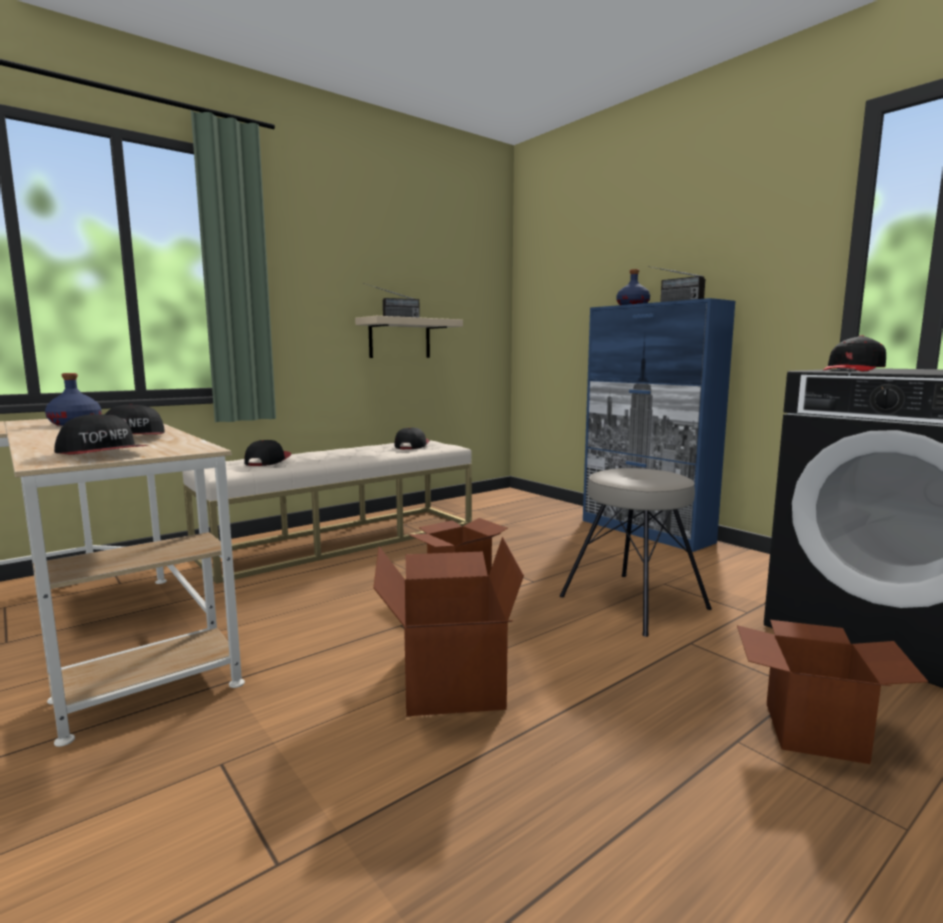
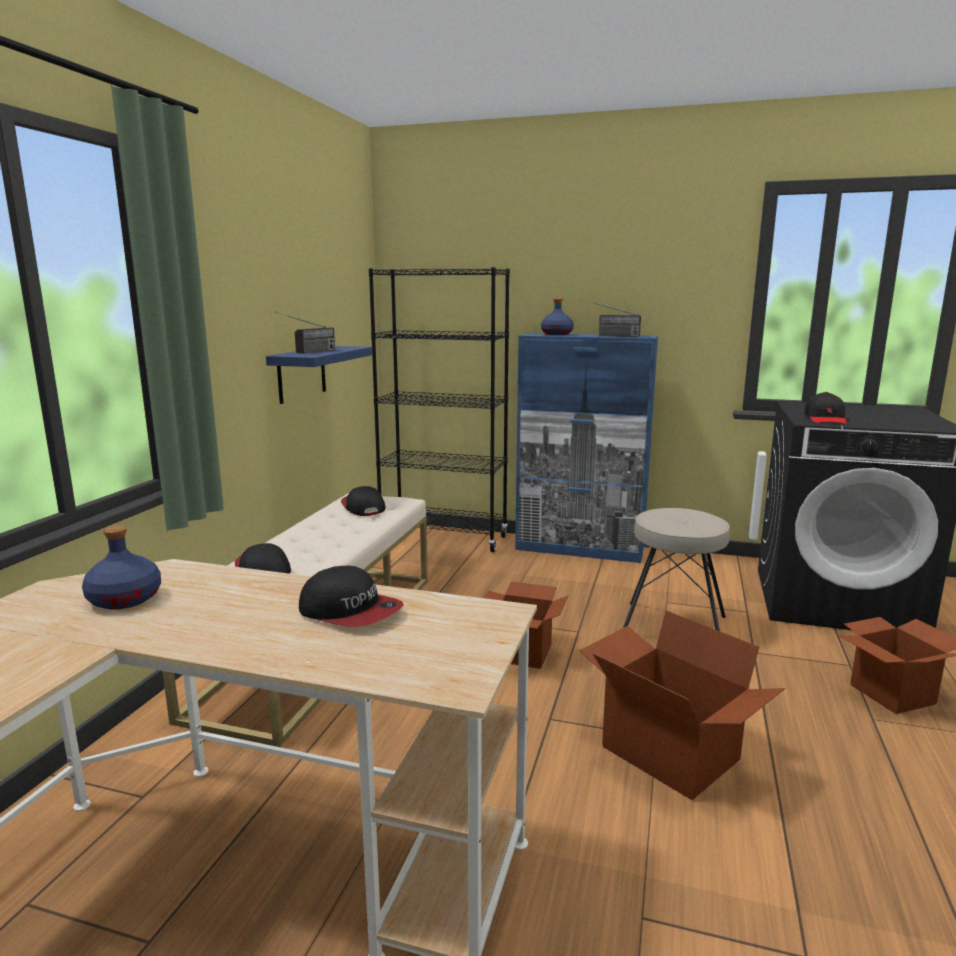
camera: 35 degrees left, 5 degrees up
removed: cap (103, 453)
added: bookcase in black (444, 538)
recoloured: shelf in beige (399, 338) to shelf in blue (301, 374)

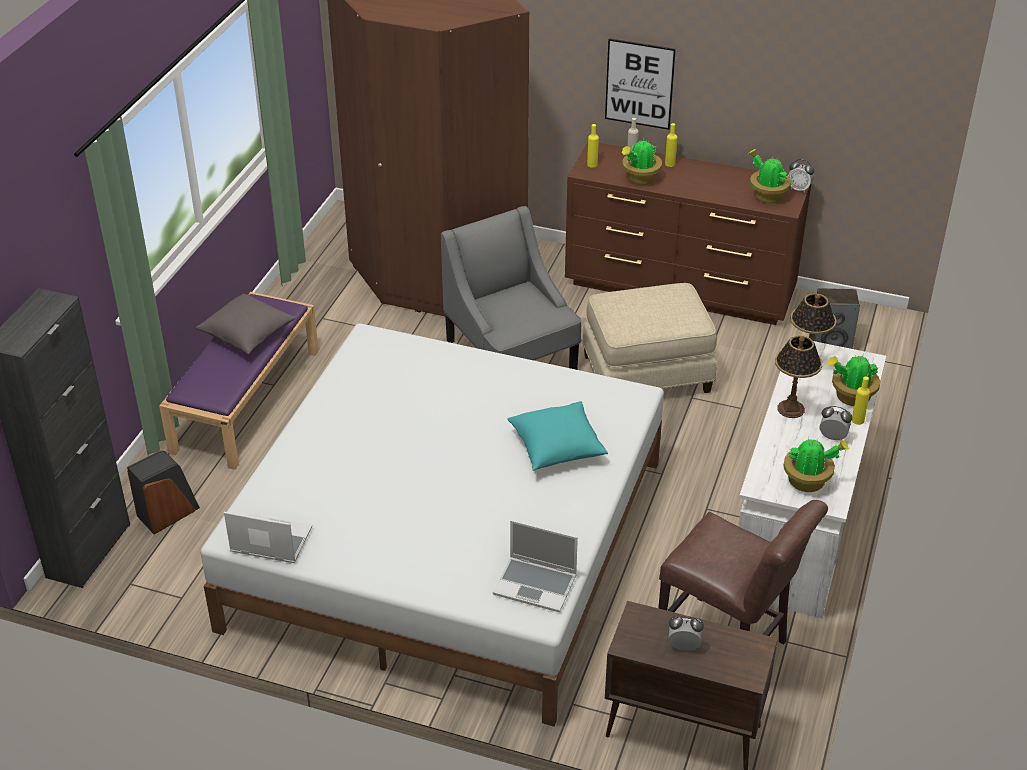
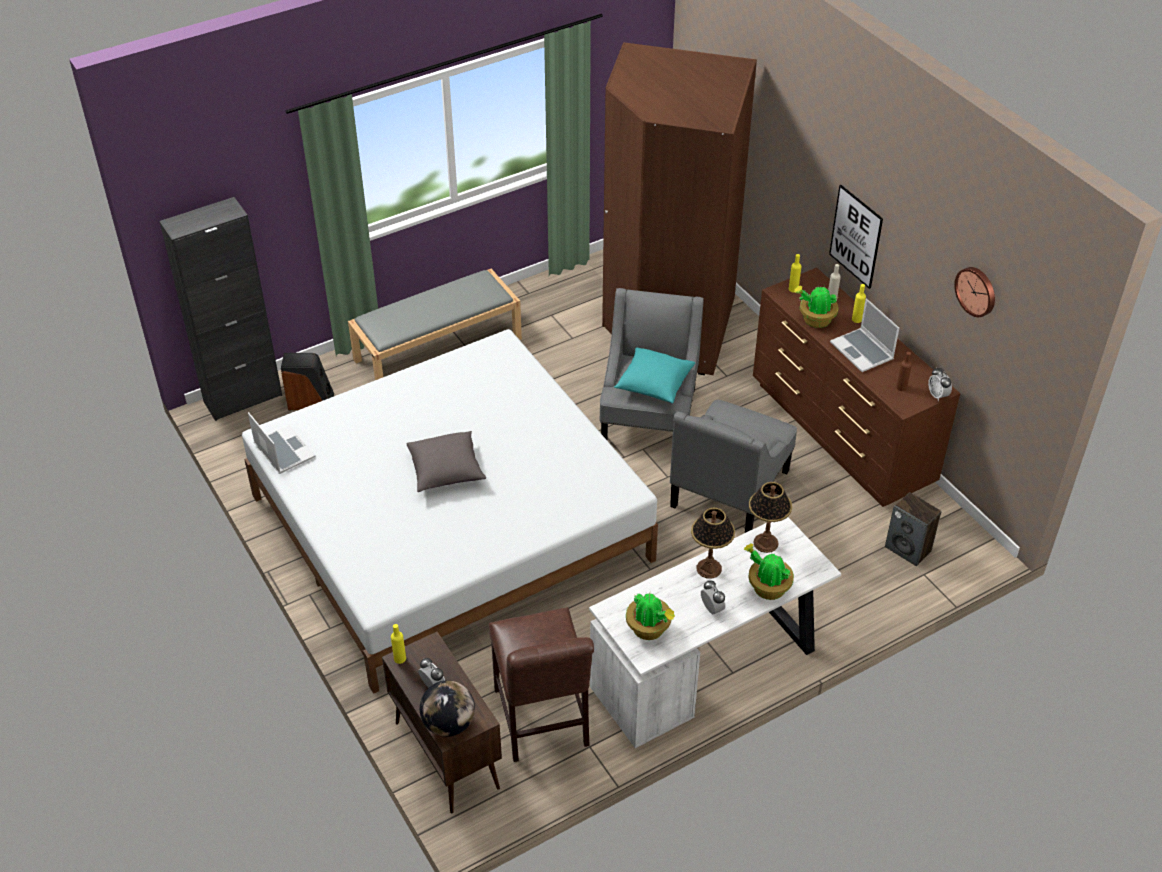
camera: 40 degrees right, 5 degrees up
added: globe (449, 724); wall clock (976, 291)
moved: pillow in grey (248, 335) to (446, 471); laptop (536, 585) to (863, 351); pillow in turquoise (556, 448) to (653, 384); bottle in yellow (857, 420) to (400, 658)
replaced: ottoman in beige (647, 375) to armchair in grey (730, 488); potted plant (767, 196) to bottle in brown (901, 387)
recoloured: bench in purple (246, 399) to bench in grey (438, 348)

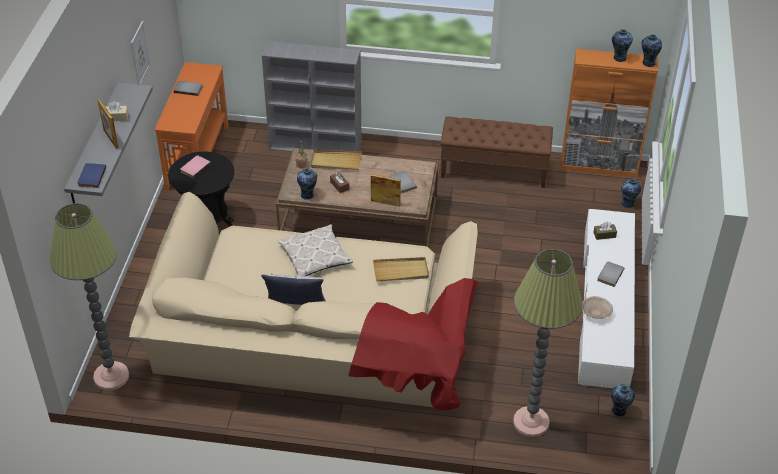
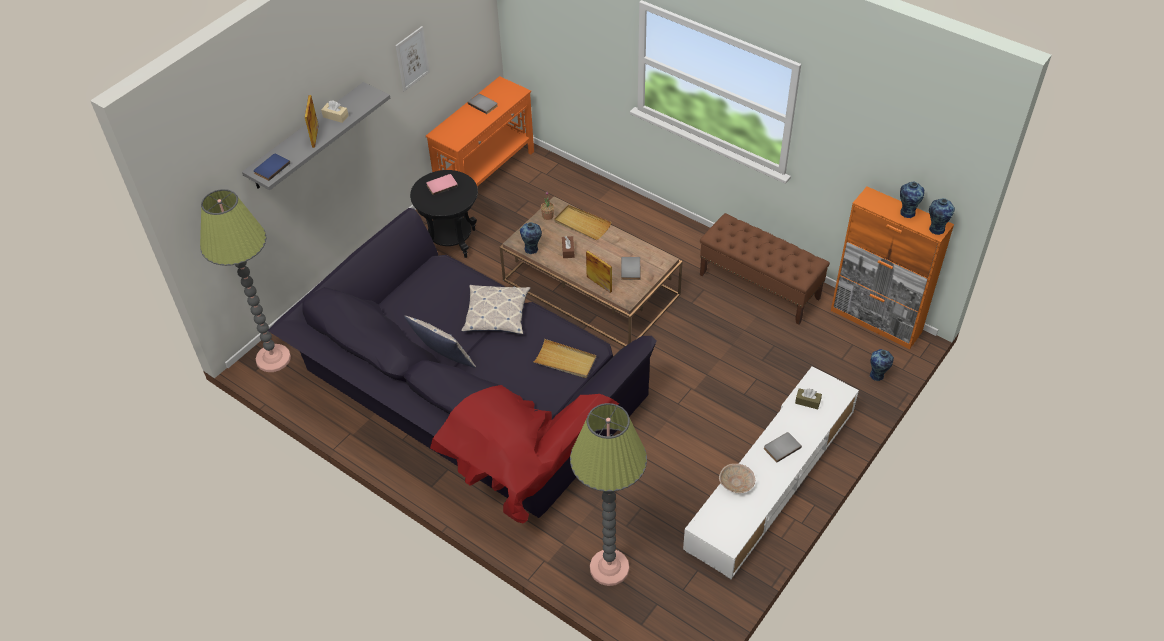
camera: 30 degrees right, 5 degrees up
removed: bookcase in grey (316, 146); vase (619, 411)
recoloured: sofa in beige (314, 337) to sofa in black (467, 393)

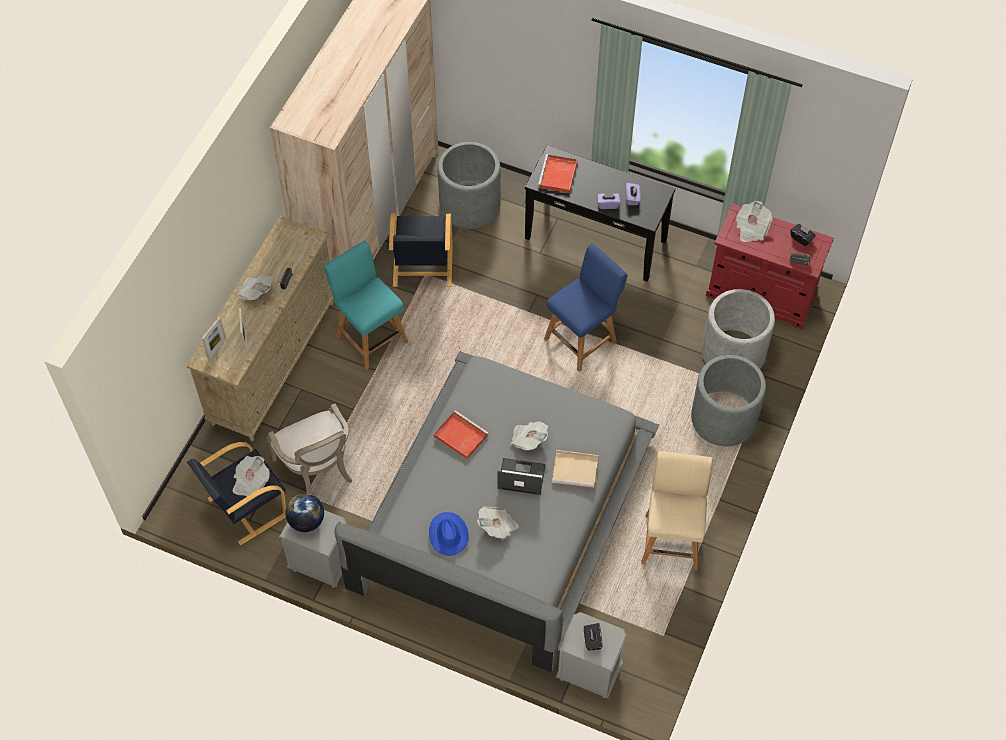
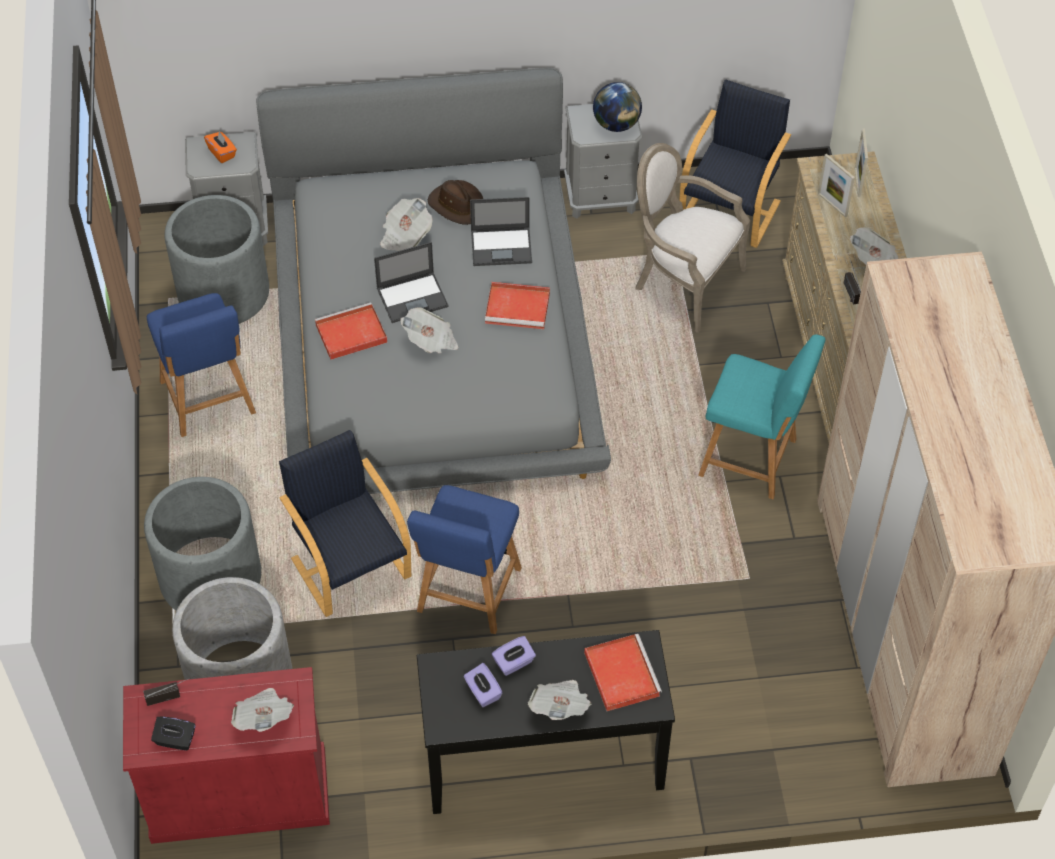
camera: 150 degrees right, 5 degrees down
added: laptop (502, 246)
moved: newspaper (250, 482) to (560, 707); armchair in black (422, 267) to (350, 566); planter in grey (469, 205) to (224, 293)
recoloured: hat in blue (448, 534) to hat in brown (457, 205); tray in beige (576, 470) to tray in red (350, 334); tissue box in black (592, 640) to tissue box in orange (222, 153); chair in beige (671, 538) to chair in blue (209, 401)

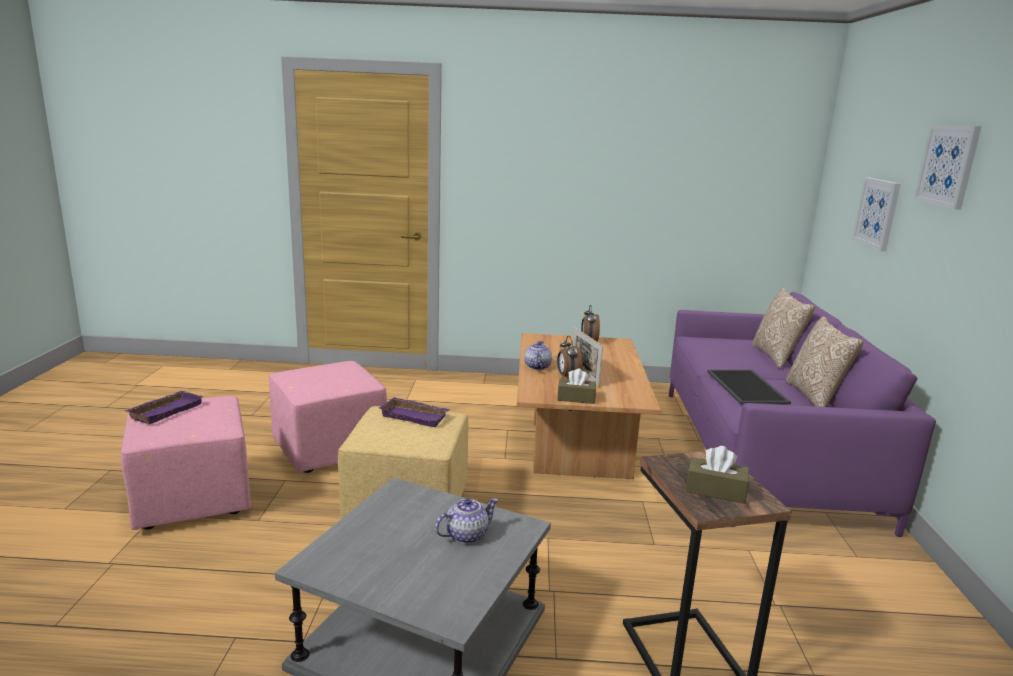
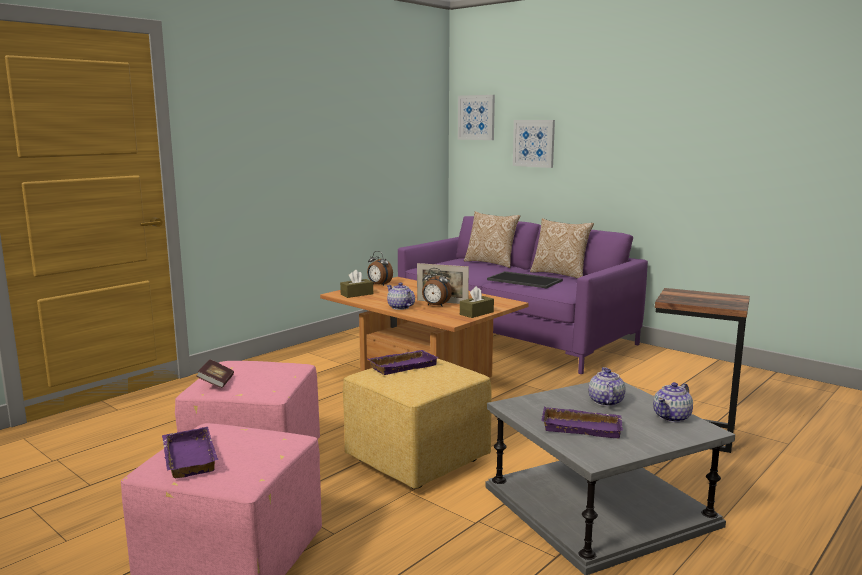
camera: 50 degrees left, 5 degrees down
added: book (216, 383); tray in purple (582, 427); teapot (672, 417)
moved: tissue box in brown (715, 490) to (357, 294); picture (948, 165) to (476, 117)

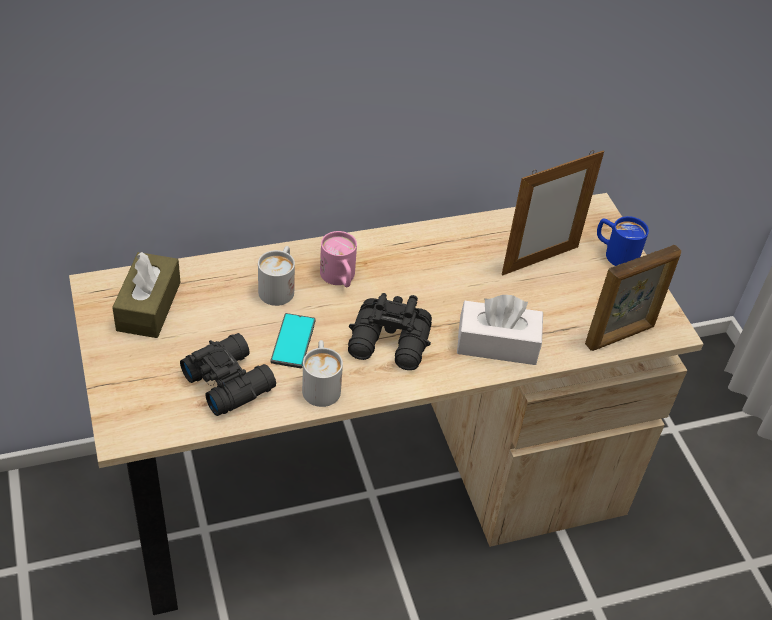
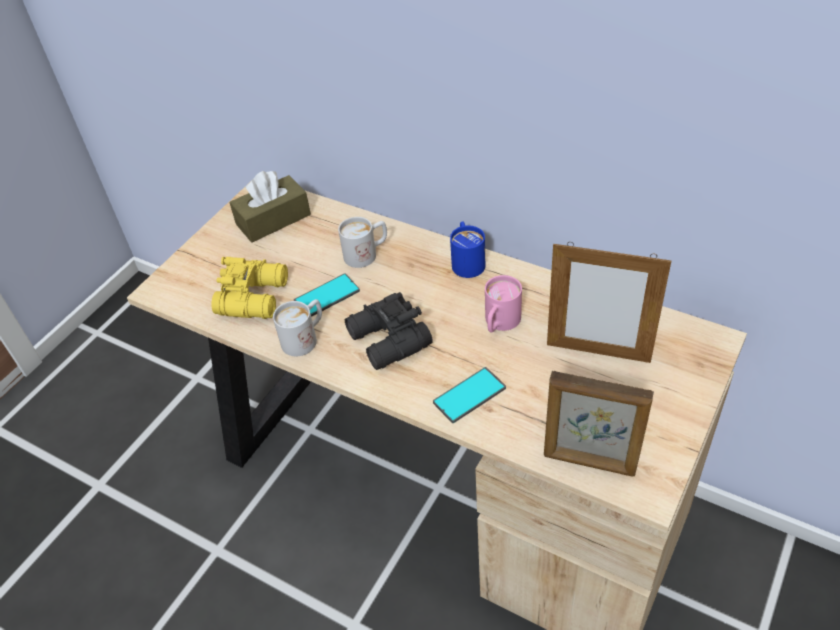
camera: 55 degrees right, 0 degrees up
moved: mug in pink (340, 278) to (499, 323); mug in blue (615, 253) to (467, 261)
replaced: tissue box in white (497, 344) to phone (469, 395)
recoloured: binoculars in black (229, 380) to binoculars in yellow (255, 296)

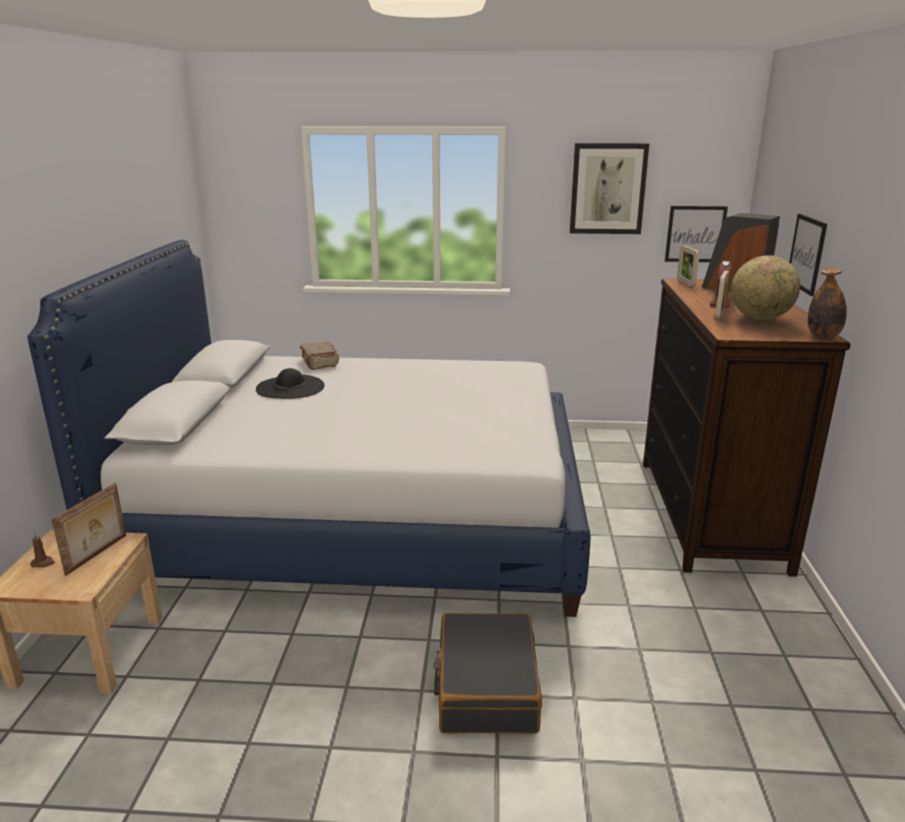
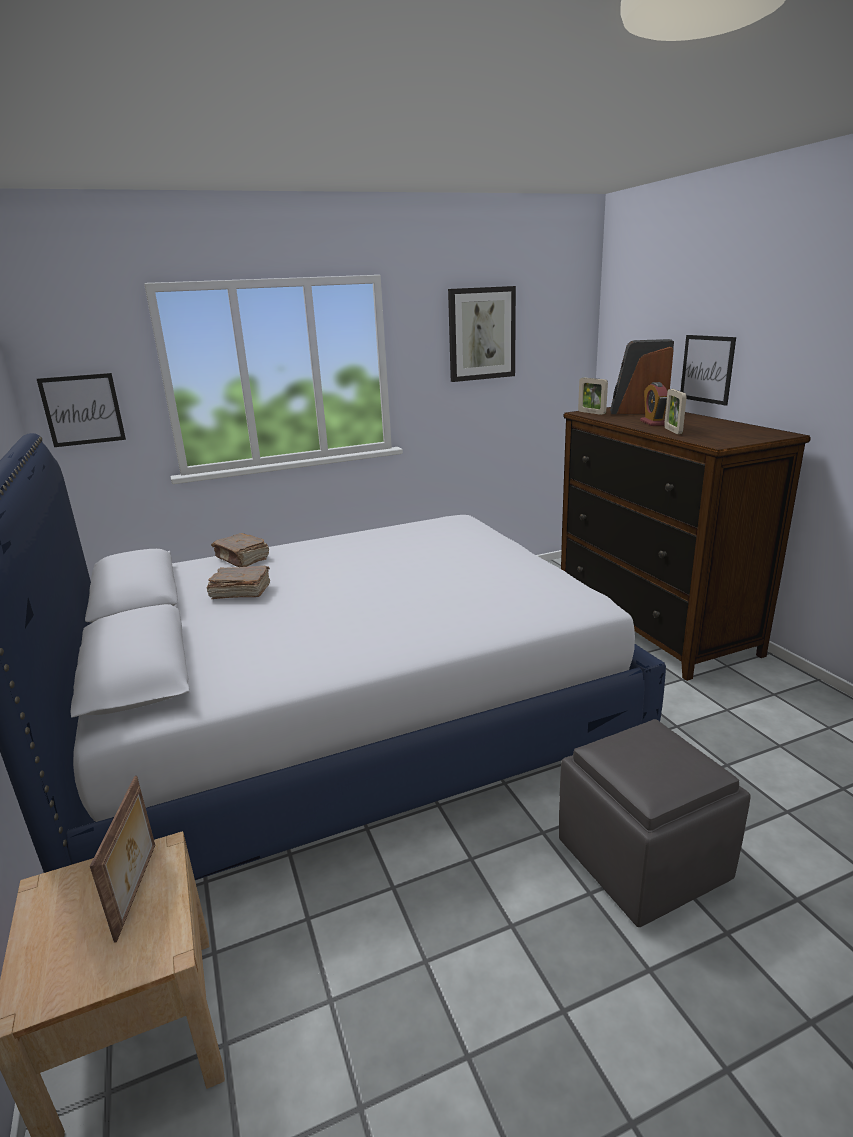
camera: 25 degrees left, 0 degrees up
removed: candle in brown (43, 563); globe (760, 318); bottle (823, 336)
moved: picture (695, 234) to (82, 410)
replaced: hat in black (290, 387) to book in brown (240, 592); suitcase in black (486, 687) to ottoman in grey (644, 860)

